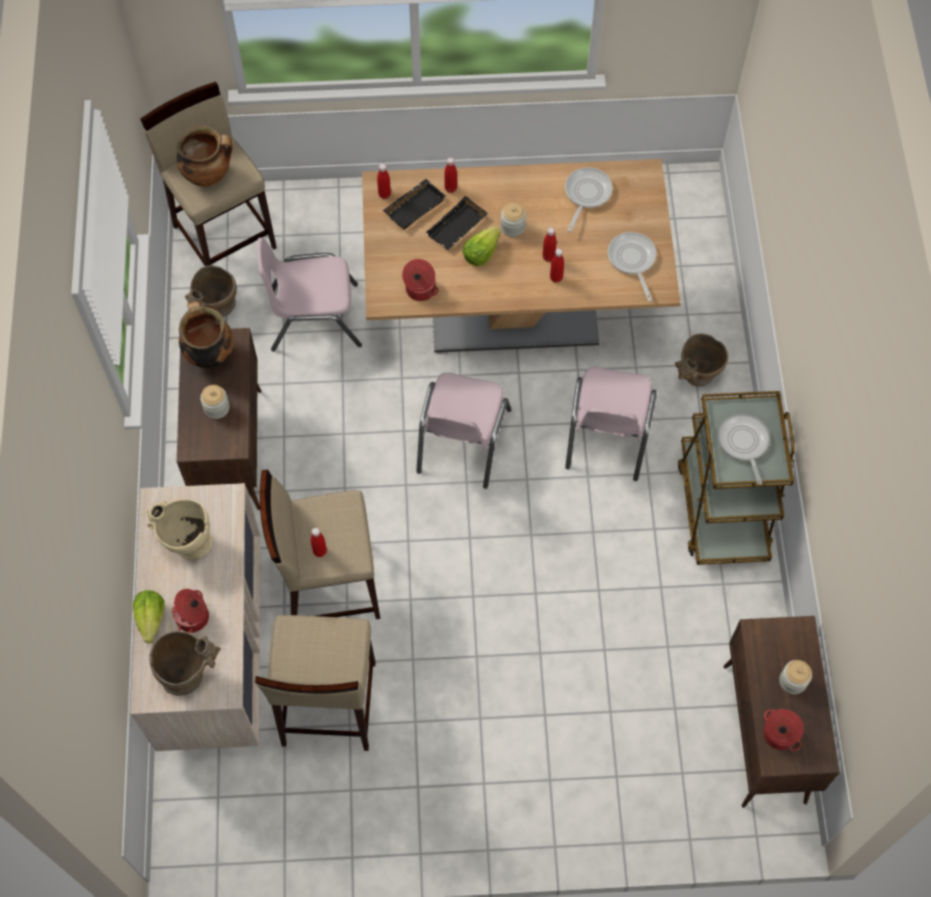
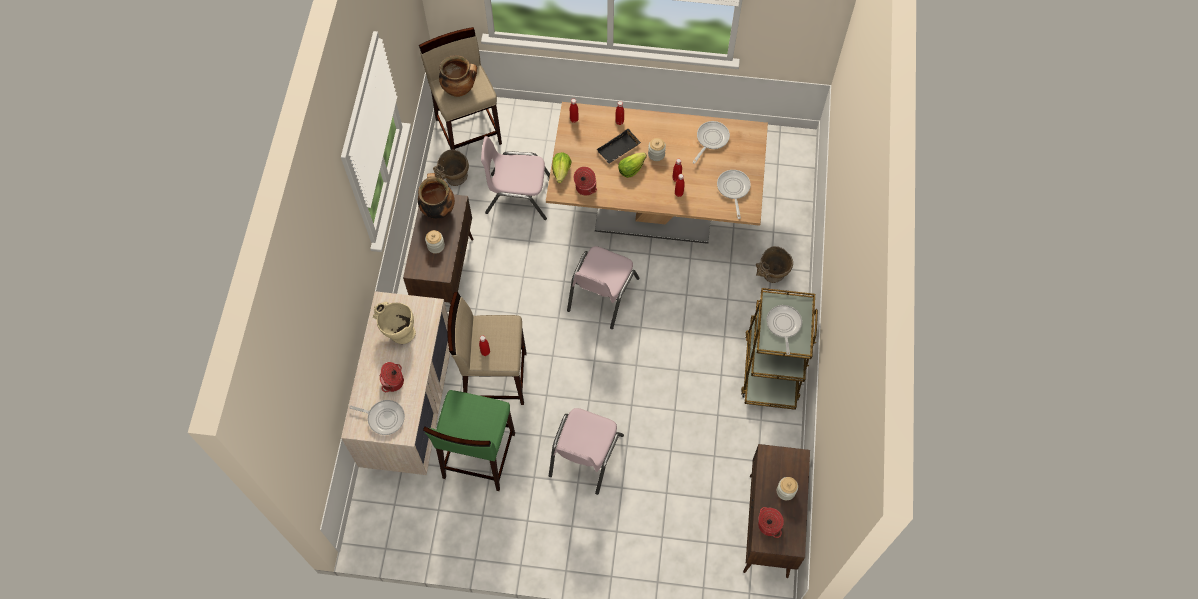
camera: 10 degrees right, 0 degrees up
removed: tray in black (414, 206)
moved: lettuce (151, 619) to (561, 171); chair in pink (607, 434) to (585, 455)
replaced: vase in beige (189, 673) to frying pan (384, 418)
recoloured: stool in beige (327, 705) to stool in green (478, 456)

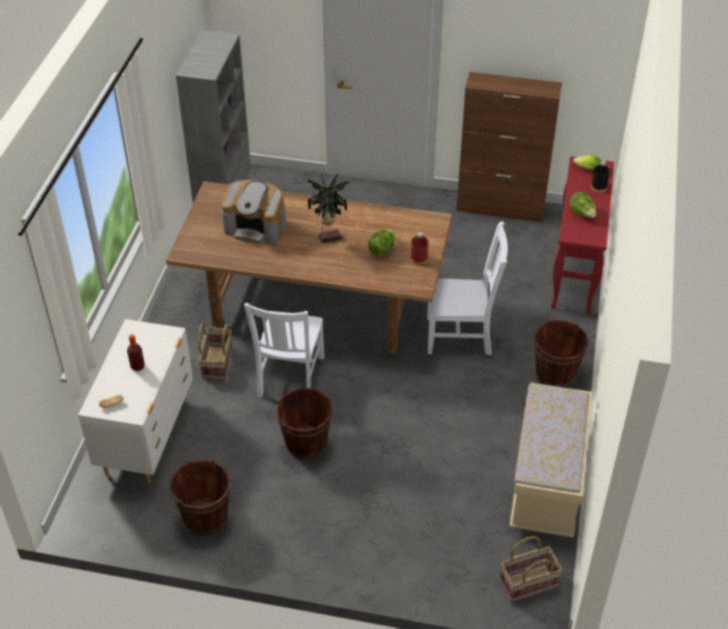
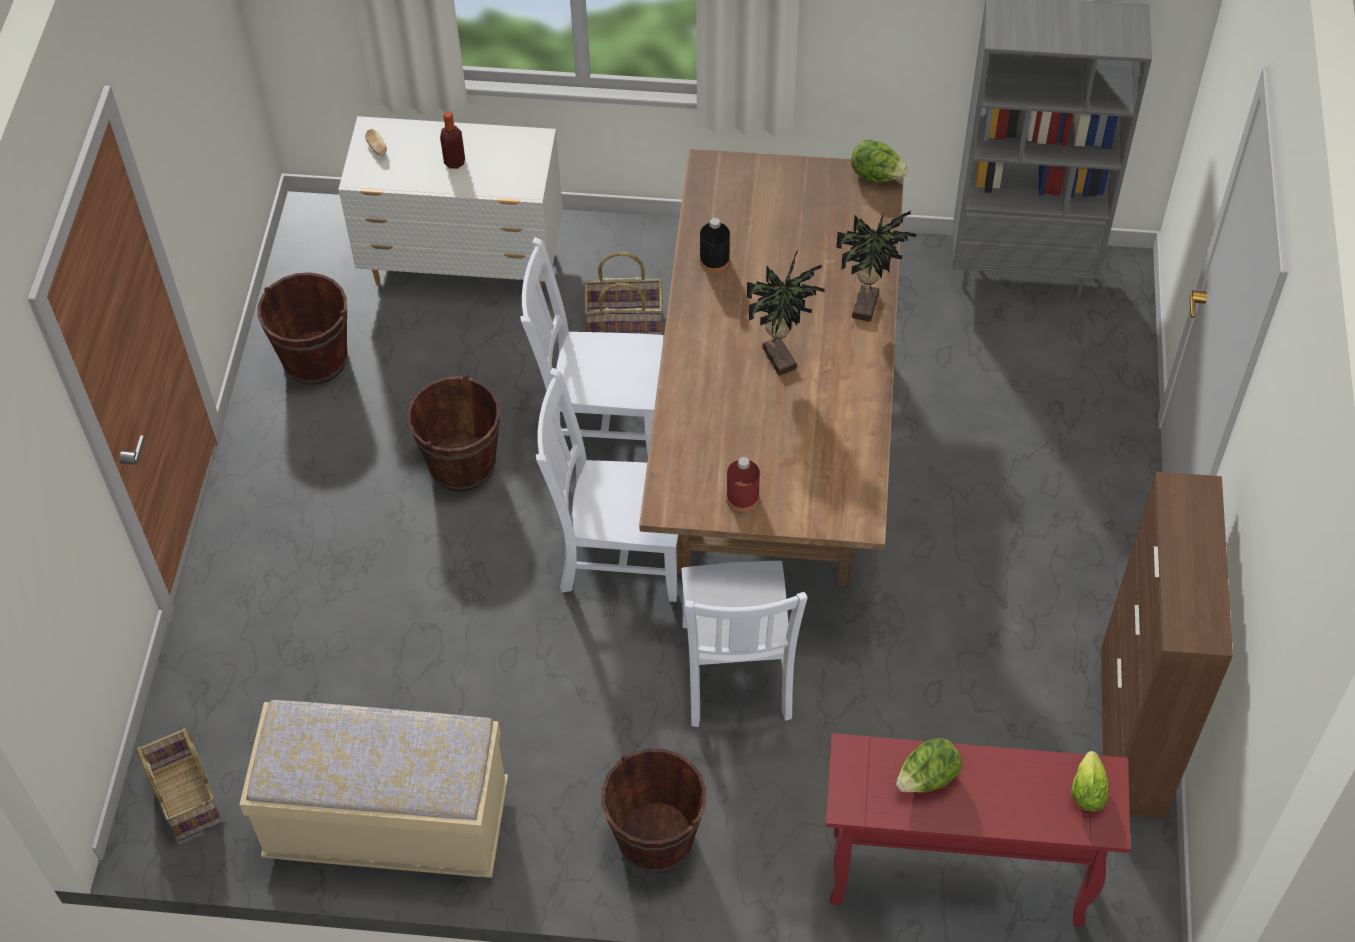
camera: 85 degrees right, 10 degrees up
removed: coffee machine (256, 227)
added: chair in white (618, 555); potted plant (868, 306)
moved: lettuce (382, 249) to (876, 175); bottle in black (598, 187) to (714, 260)

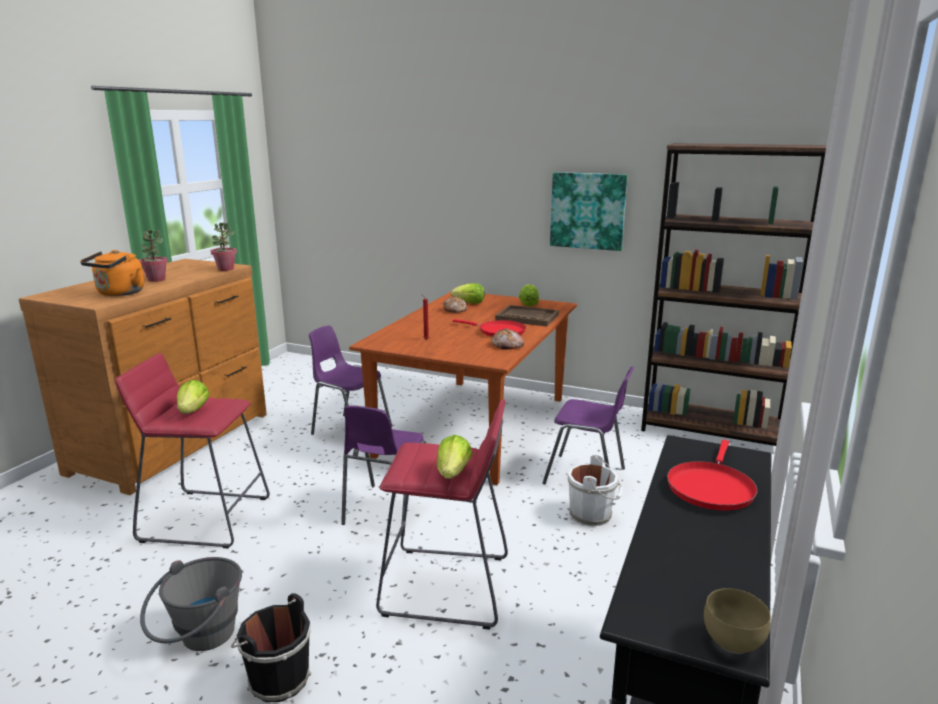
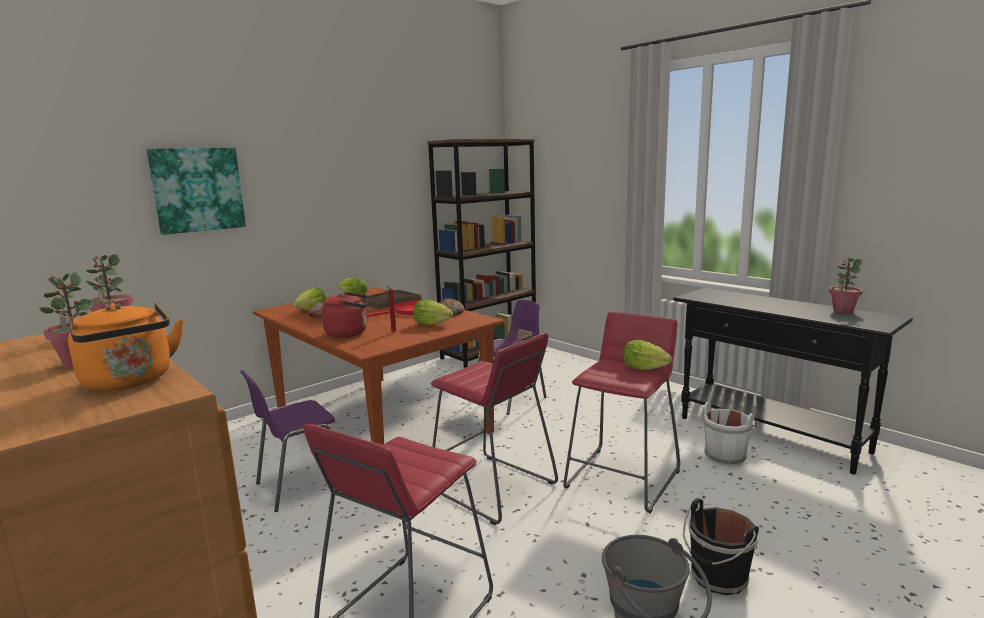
camera: 65 degrees left, 5 degrees down
removed: frying pan in red (711, 487); bowl in brown (730, 642)
added: kettle in red (349, 333); potted plant (842, 311)
moved: lettuce (193, 411) to (431, 324); picture (588, 211) to (197, 189); bucket in white (592, 515) to (725, 455)
replaced: chair in purple (386, 511) to stool in red (492, 488)

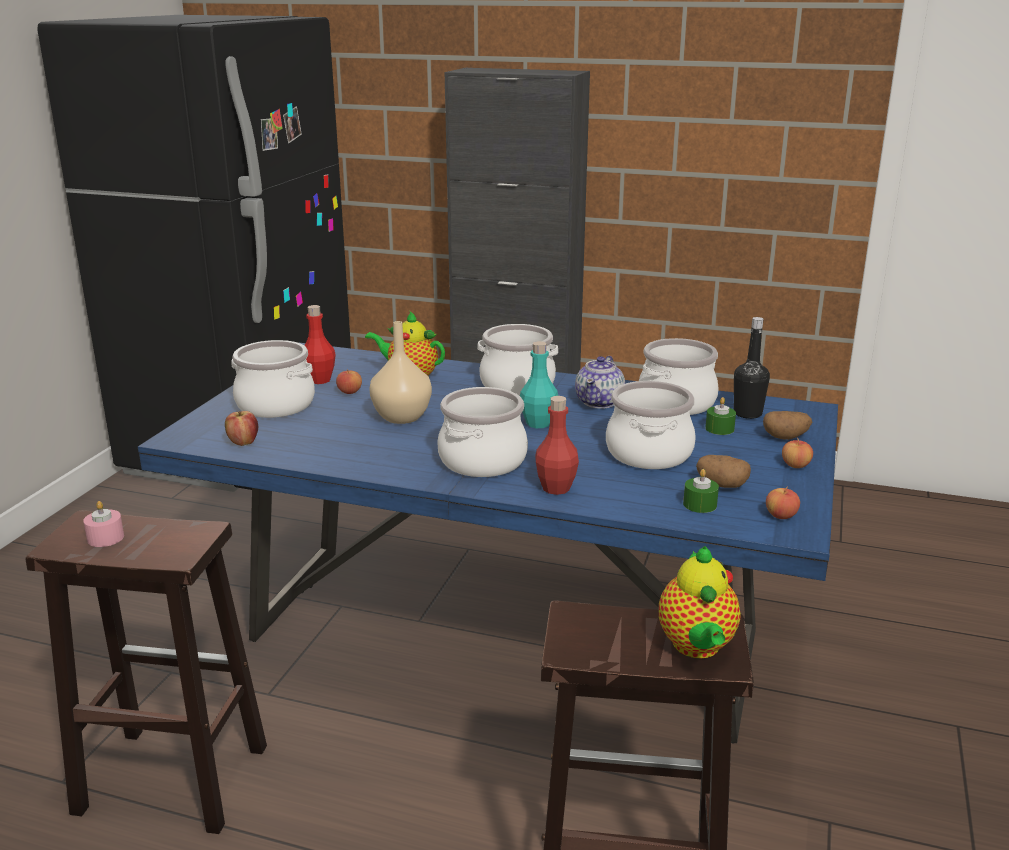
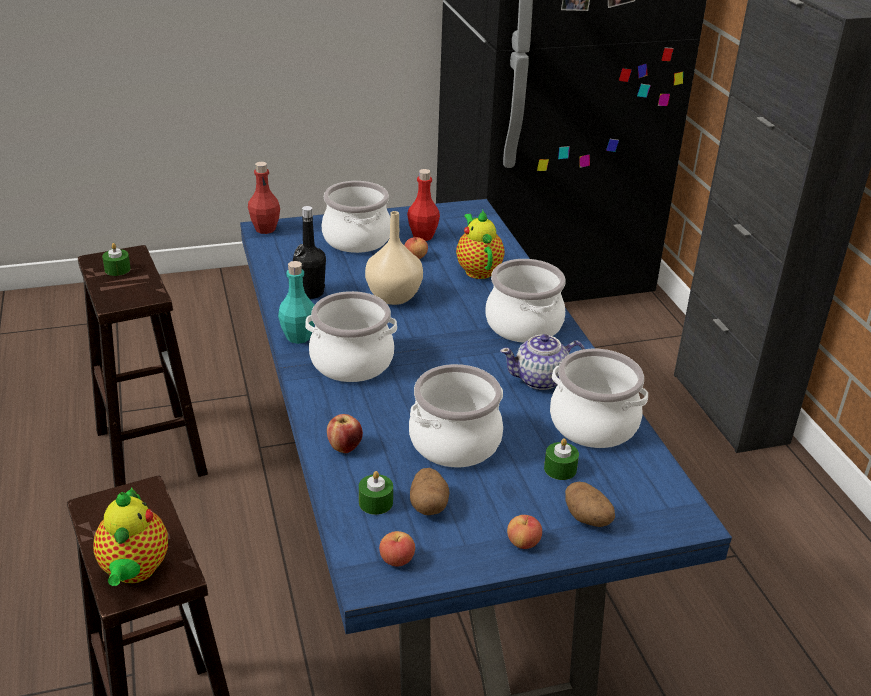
camera: 55 degrees right, 10 degrees up
moved: apple (243, 443) to (344, 447); bottle in turquoise (538, 423) to (298, 337); bottle in red (556, 488) to (265, 229); bottle in black (747, 413) to (310, 292)
recoloured: candle in pink (105, 538) to candle in green (117, 269)
turned: teapot (697, 647) = (134, 571) 60 degrees counterclockwise

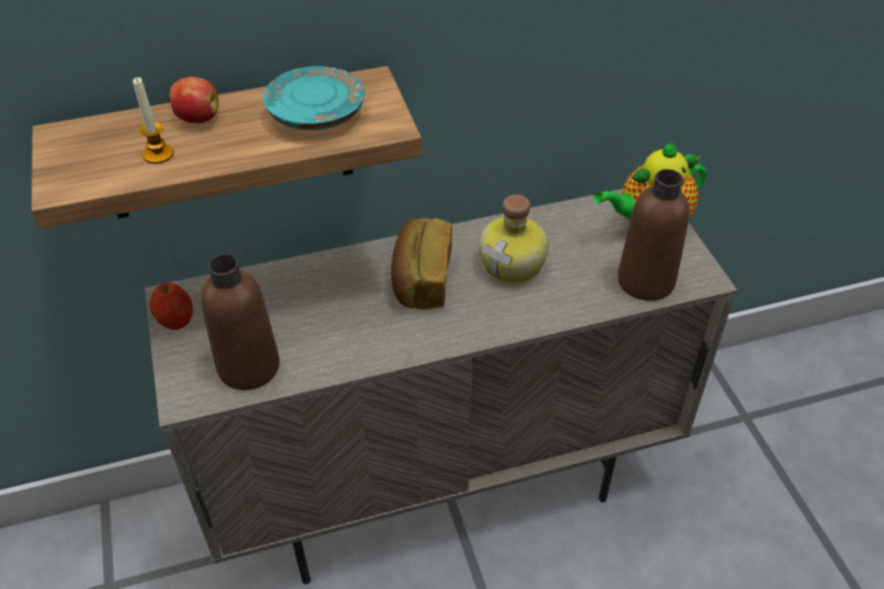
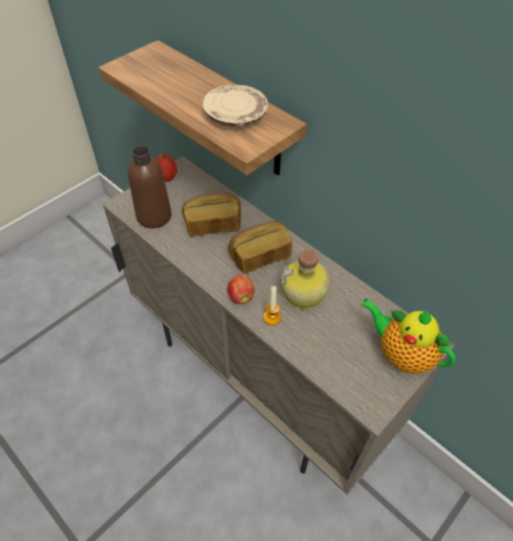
camera: 60 degrees right, 5 degrees up
removed: bottle in brown (646, 281)
added: bread (213, 224)
moved: candle (158, 154) to (272, 318); apple (197, 118) to (241, 296)
recoloured: plate in turquoise (316, 113) to plate in beige (235, 116)

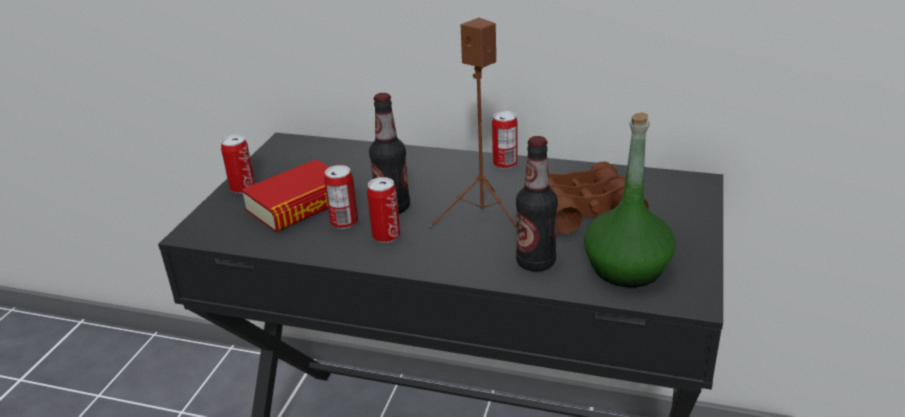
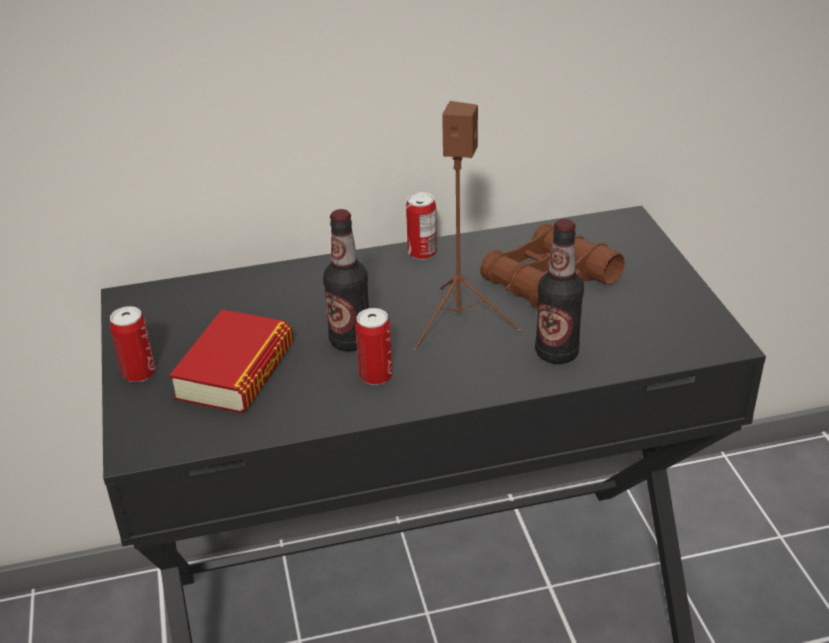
camera: 30 degrees left, 5 degrees up
removed: can (344, 222); bottle in green (626, 269)

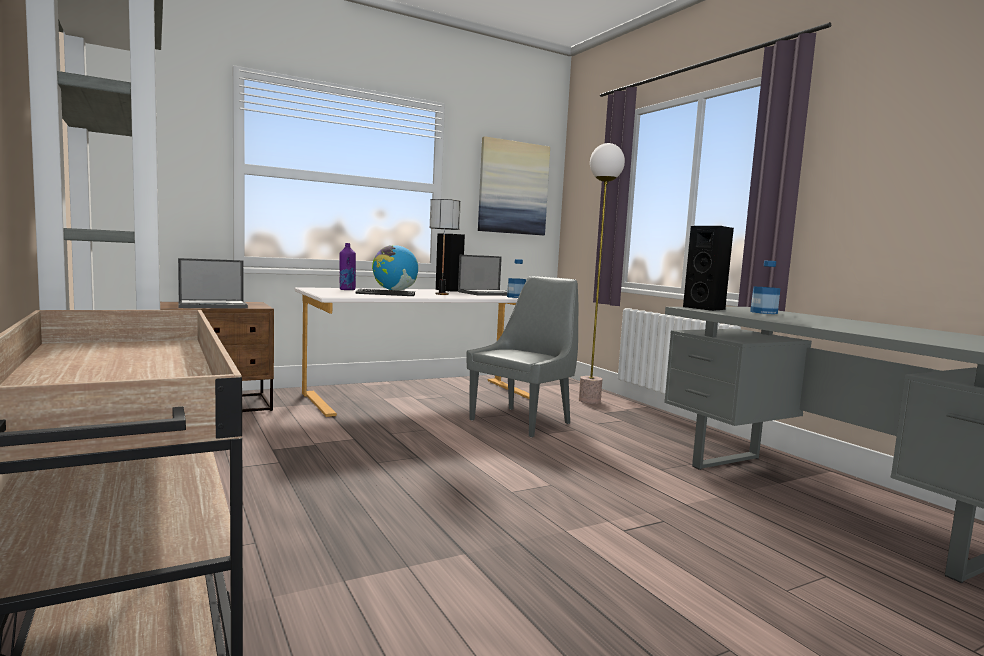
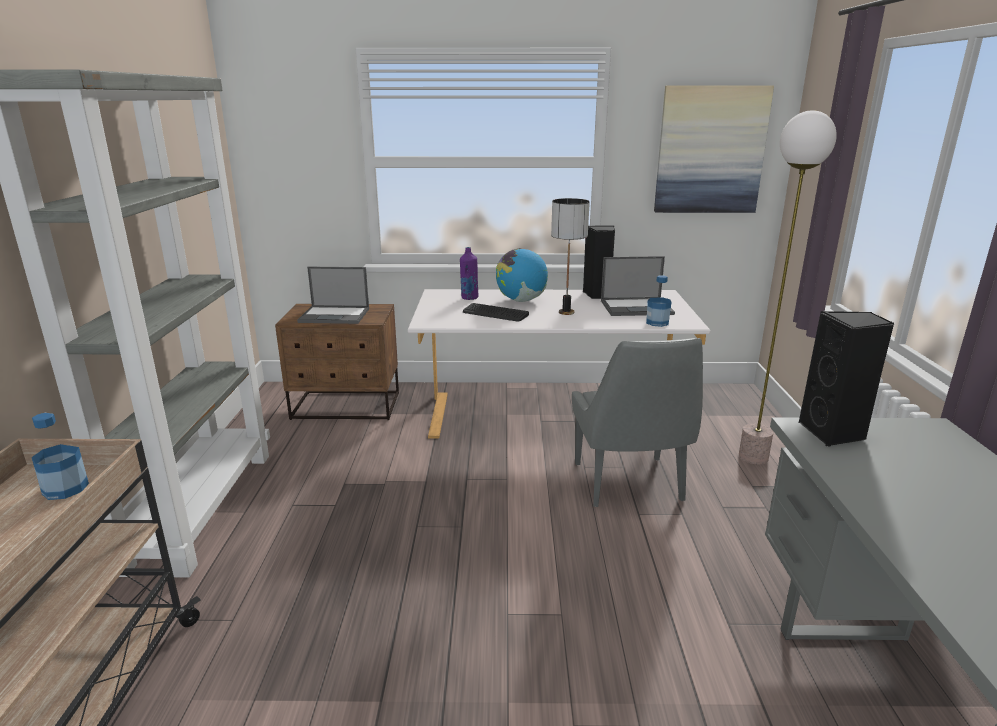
camera: 30 degrees right, 15 degrees up
moved: bottle (763, 312) to (65, 488)
turned: chair in grey (522, 421) = (629, 484) 105 degrees clockwise

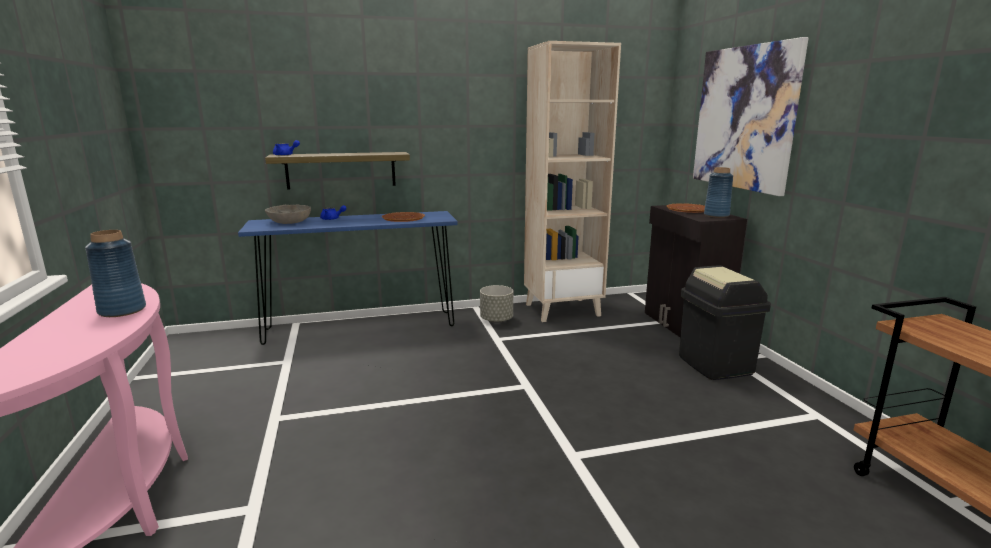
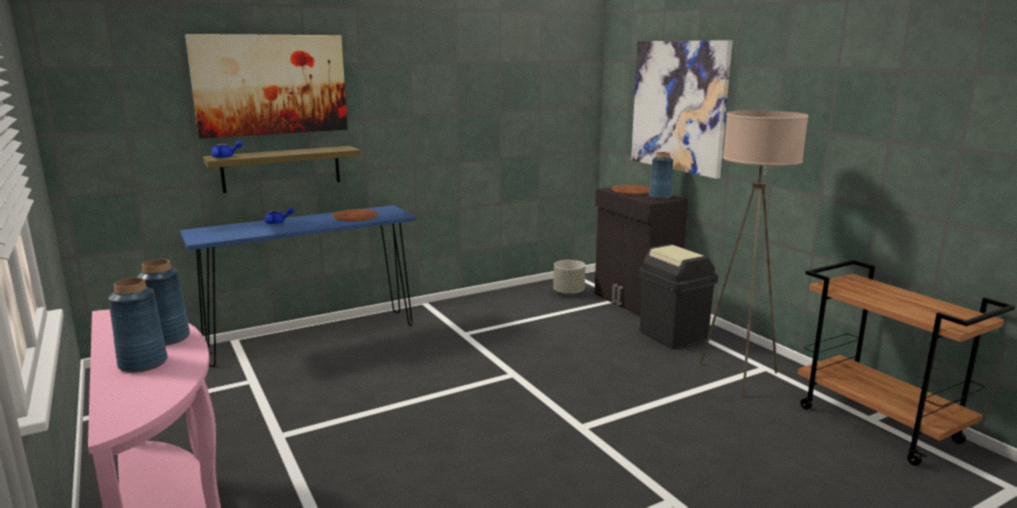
camera: 15 degrees left, 0 degrees up
removed: bowl in grey (289, 222); bookcase in beige (562, 310)
added: vase in blue (143, 363); picture (271, 84); floor lamp in beige (739, 377)
moved: planter in grey (496, 320) to (568, 293)

